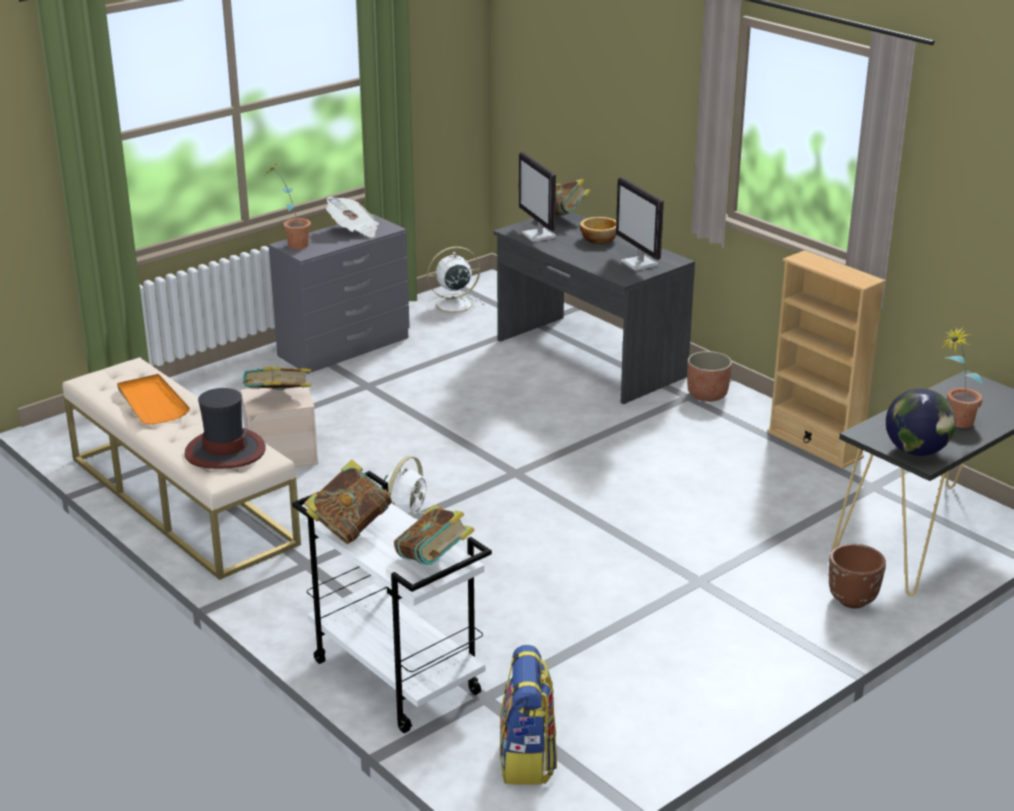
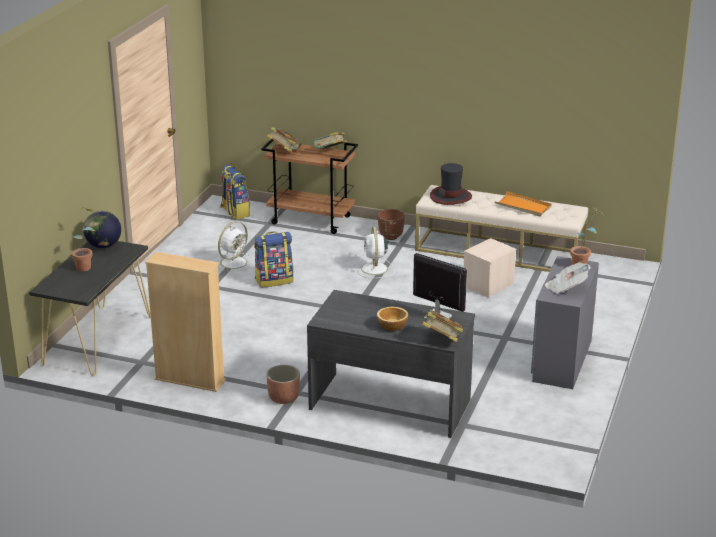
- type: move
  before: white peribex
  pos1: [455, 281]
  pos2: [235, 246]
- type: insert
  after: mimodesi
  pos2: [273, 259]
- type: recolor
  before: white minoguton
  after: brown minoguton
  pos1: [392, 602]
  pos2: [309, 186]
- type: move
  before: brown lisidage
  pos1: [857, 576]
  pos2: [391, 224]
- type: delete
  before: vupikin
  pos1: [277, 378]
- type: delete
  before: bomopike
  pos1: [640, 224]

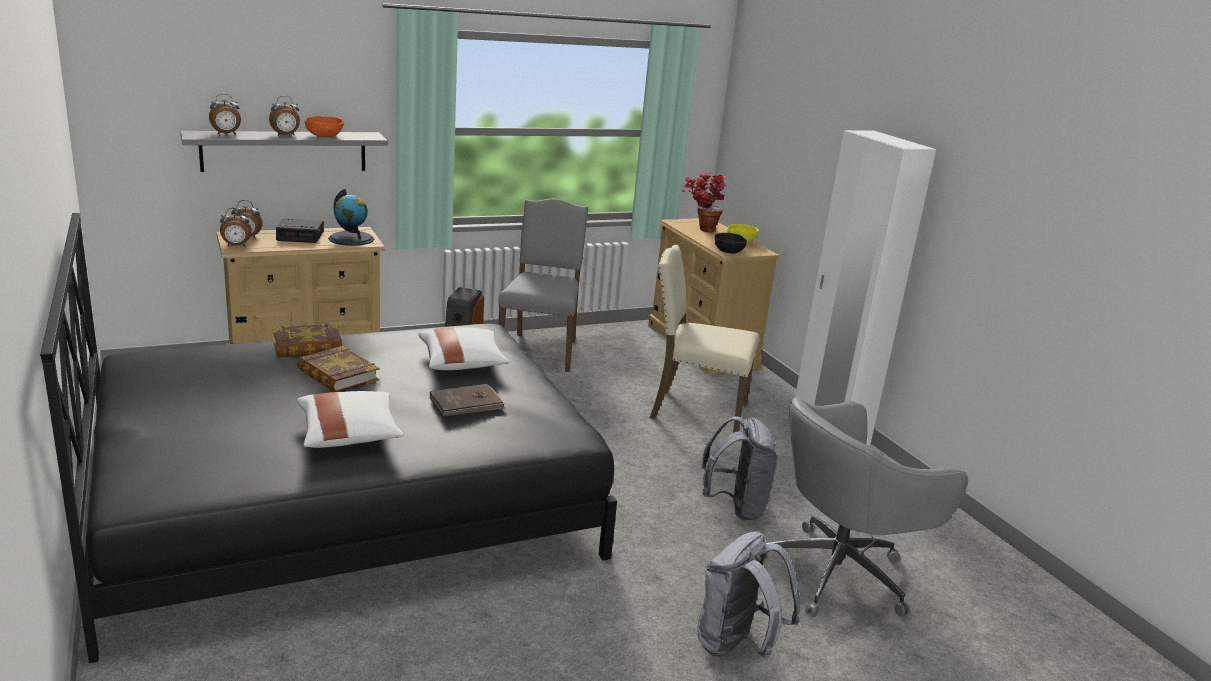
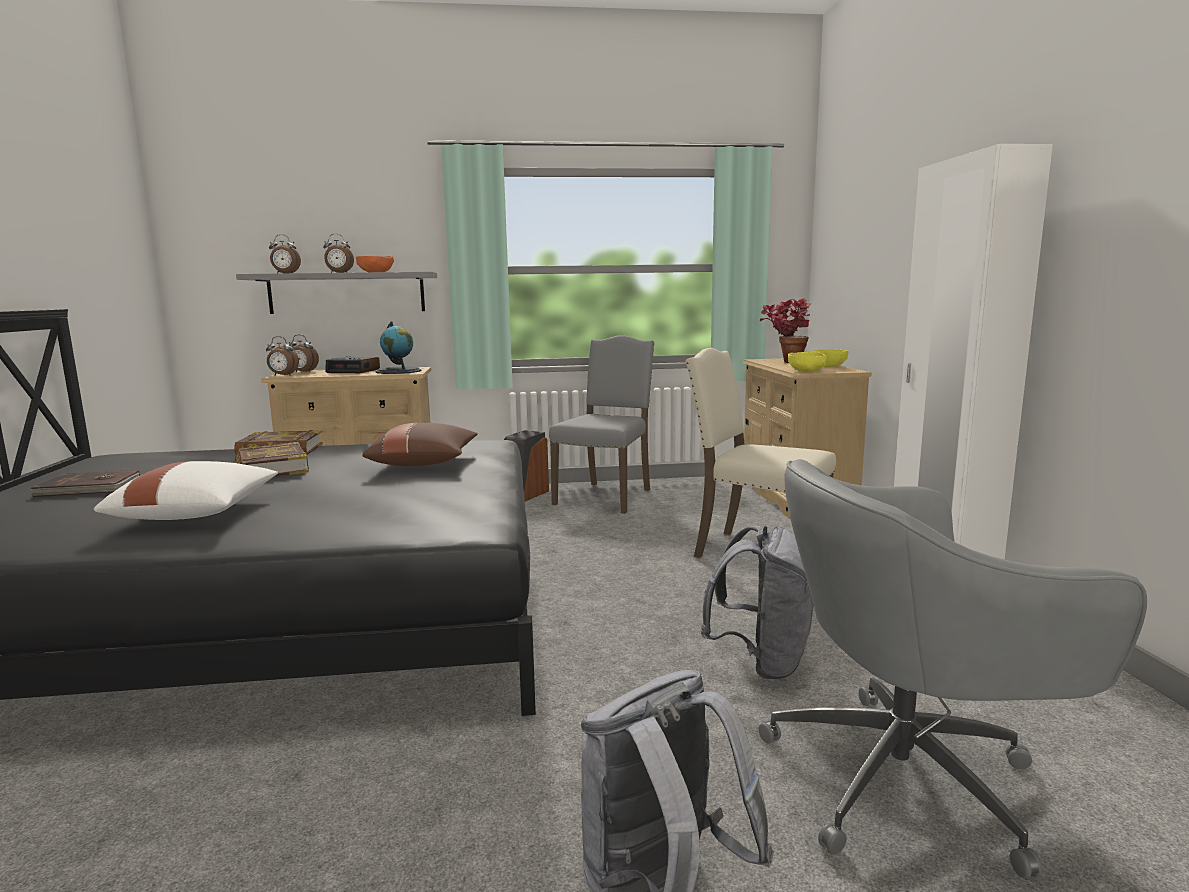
- type: move
  before: brown vupikin
  pos1: [467, 401]
  pos2: [85, 483]
- type: recolor
  before: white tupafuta
  after: brown tupafuta
  pos1: [464, 349]
  pos2: [420, 444]
- type: recolor
  before: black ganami
  after: yellow ganami
  pos1: [731, 243]
  pos2: [808, 362]

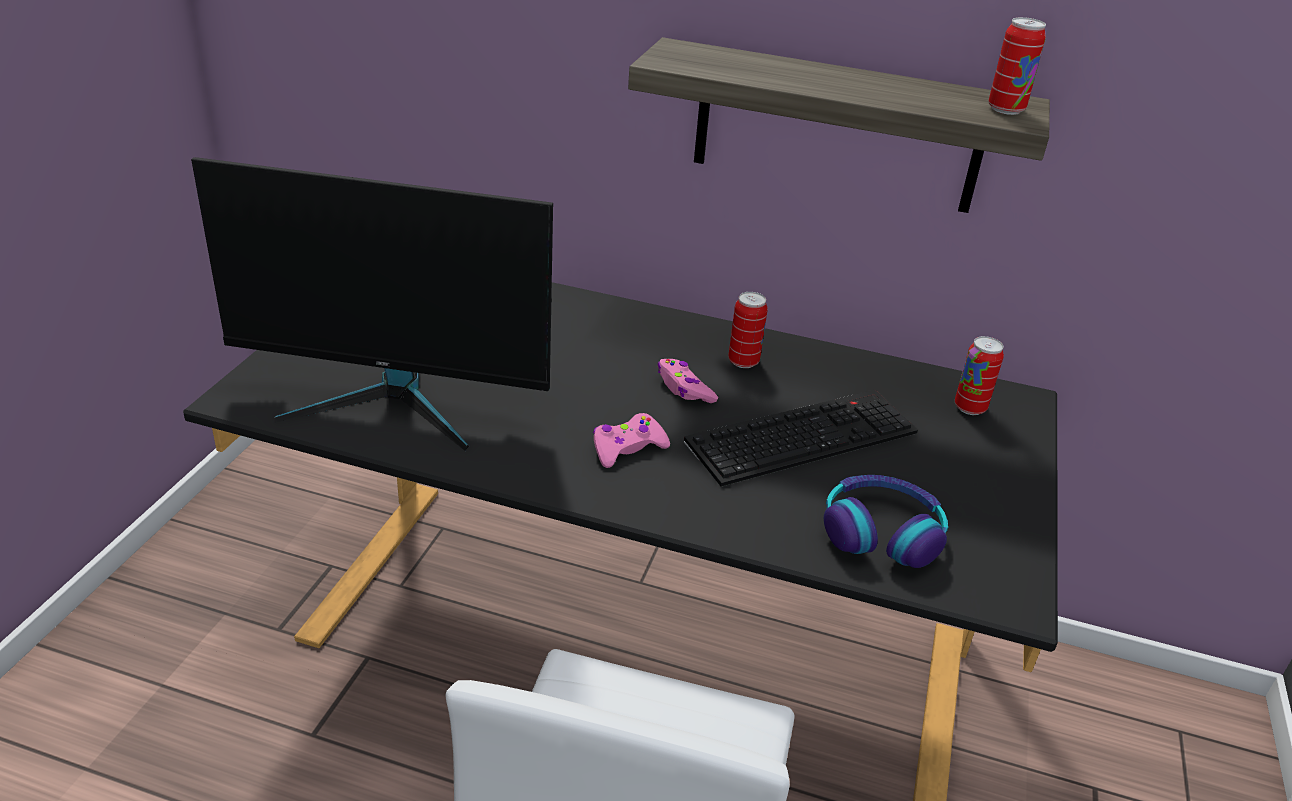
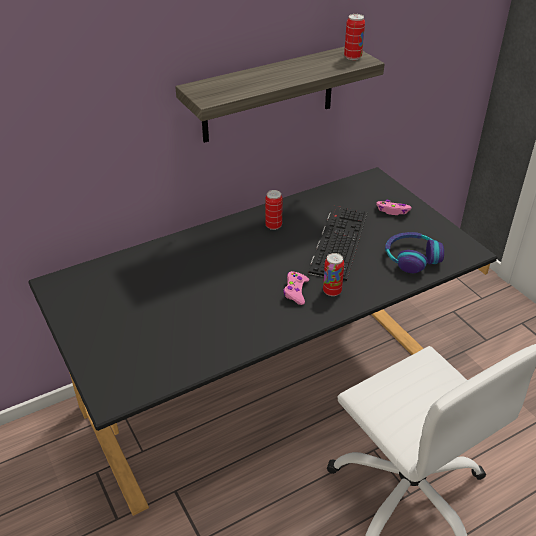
- type: move
  before: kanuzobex
  pos1: [979, 375]
  pos2: [333, 274]
- type: move
  before: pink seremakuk
  pos1: [687, 381]
  pos2: [394, 207]
- type: delete
  before: bomopike
  pos1: [372, 304]

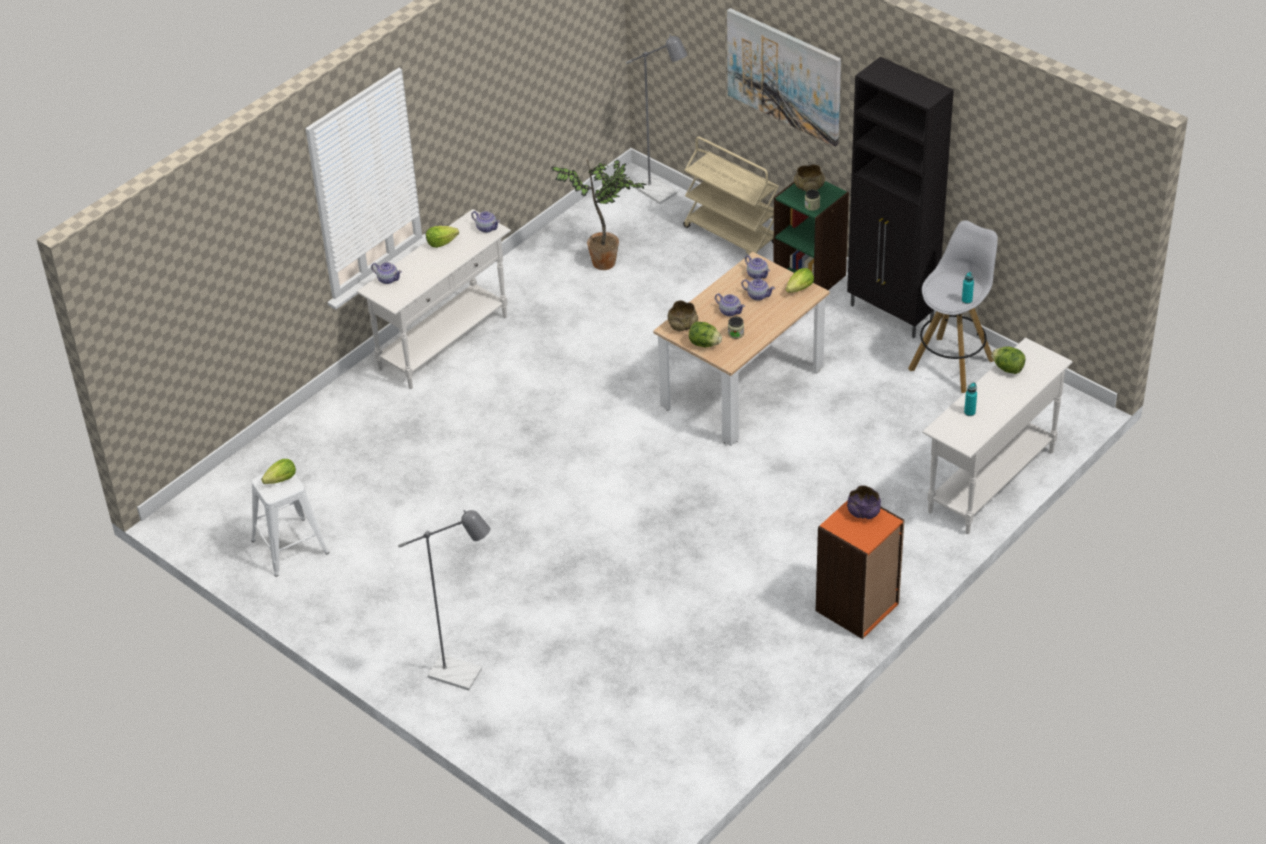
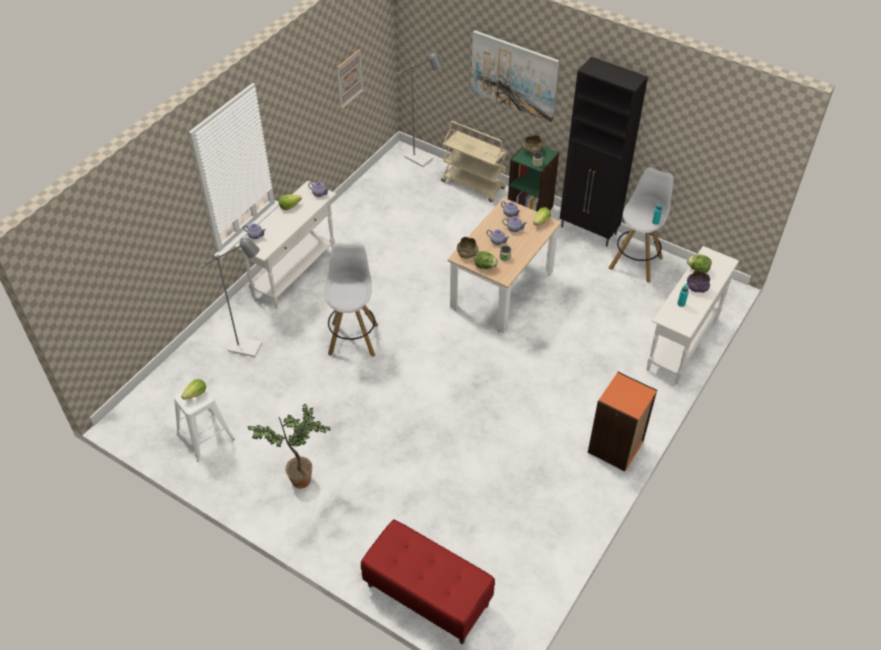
- type: move
  before: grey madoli
  pos1: [444, 600]
  pos2: [230, 297]
- type: move
  before: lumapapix
  pos1: [598, 215]
  pos2: [289, 446]
- type: insert
  after: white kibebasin
  pos2: [351, 300]
- type: insert
  after: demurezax
  pos2: [350, 79]
- type: insert
  after: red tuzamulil
  pos2: [428, 581]
- type: move
  before: purple ganami
  pos1: [864, 502]
  pos2: [698, 281]

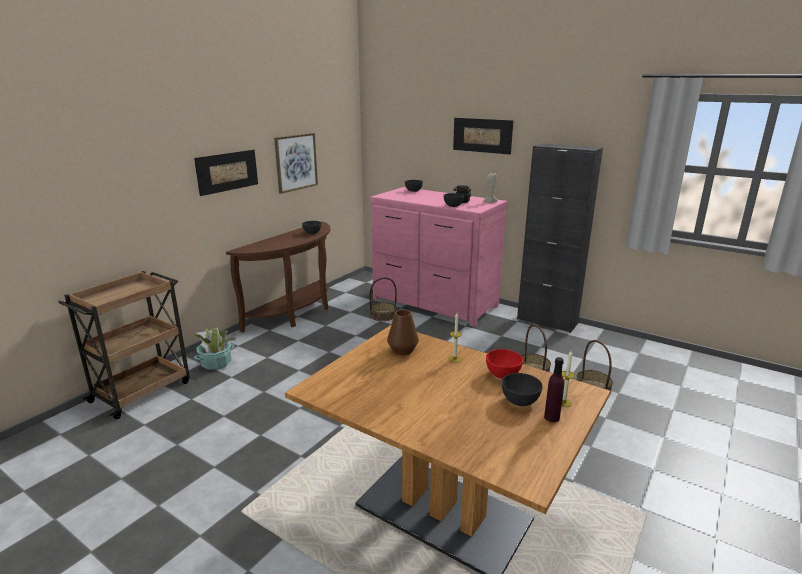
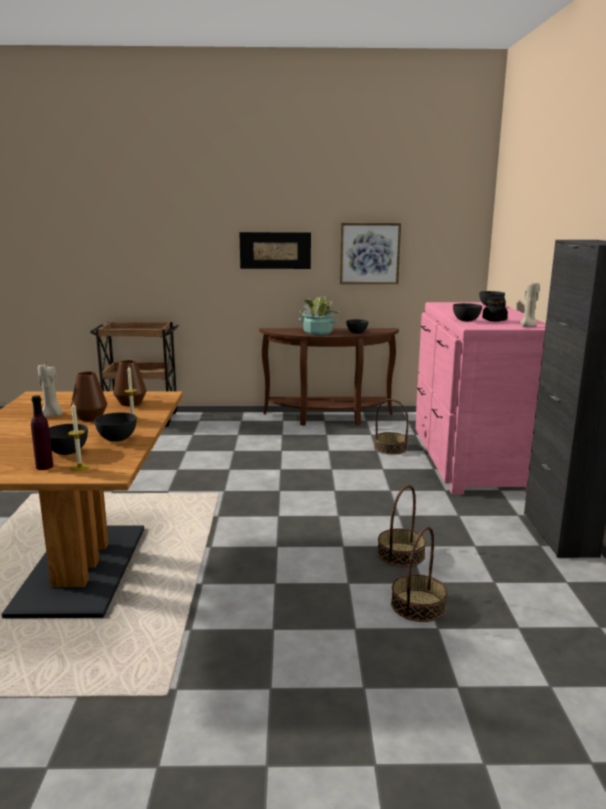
- type: insert
  after: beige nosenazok
  pos2: [50, 390]
- type: insert
  after: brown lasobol
  pos2: [89, 396]
- type: recolor
  before: red ganami
  after: grey ganami
  pos1: [504, 364]
  pos2: [115, 427]
- type: move
  before: lumapapix
  pos1: [214, 349]
  pos2: [320, 316]
- type: delete
  before: demurezax
  pos1: [483, 136]

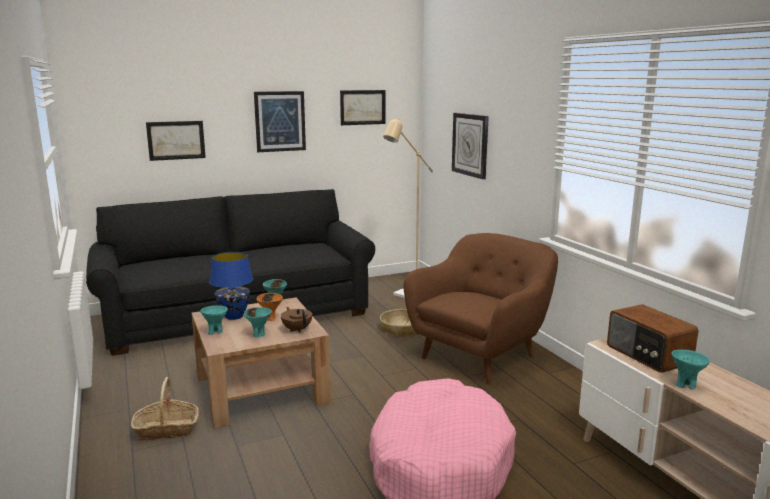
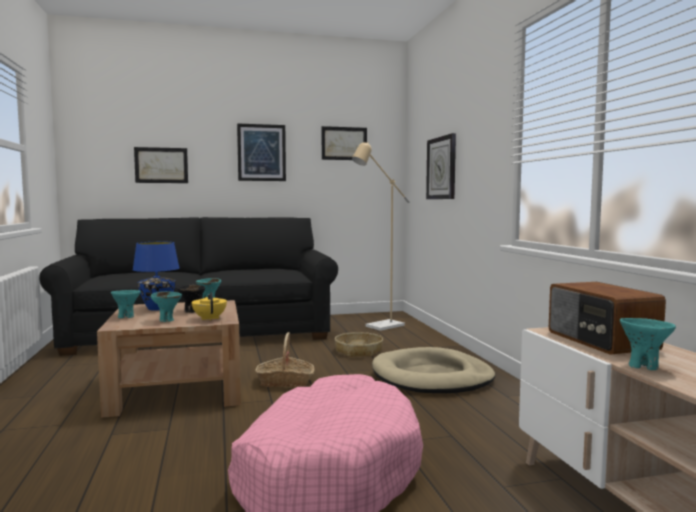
- type: recolor
  before: orange ganami
  after: black ganami
  pos1: [270, 307]
  pos2: [191, 298]
- type: recolor
  before: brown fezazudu
  after: yellow fezazudu
  pos1: [296, 320]
  pos2: [209, 306]
- type: move
  before: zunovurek
  pos1: [165, 409]
  pos2: [285, 359]
- type: replace
  before: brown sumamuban
  after: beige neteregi
  pos1: [480, 309]
  pos2: [433, 370]

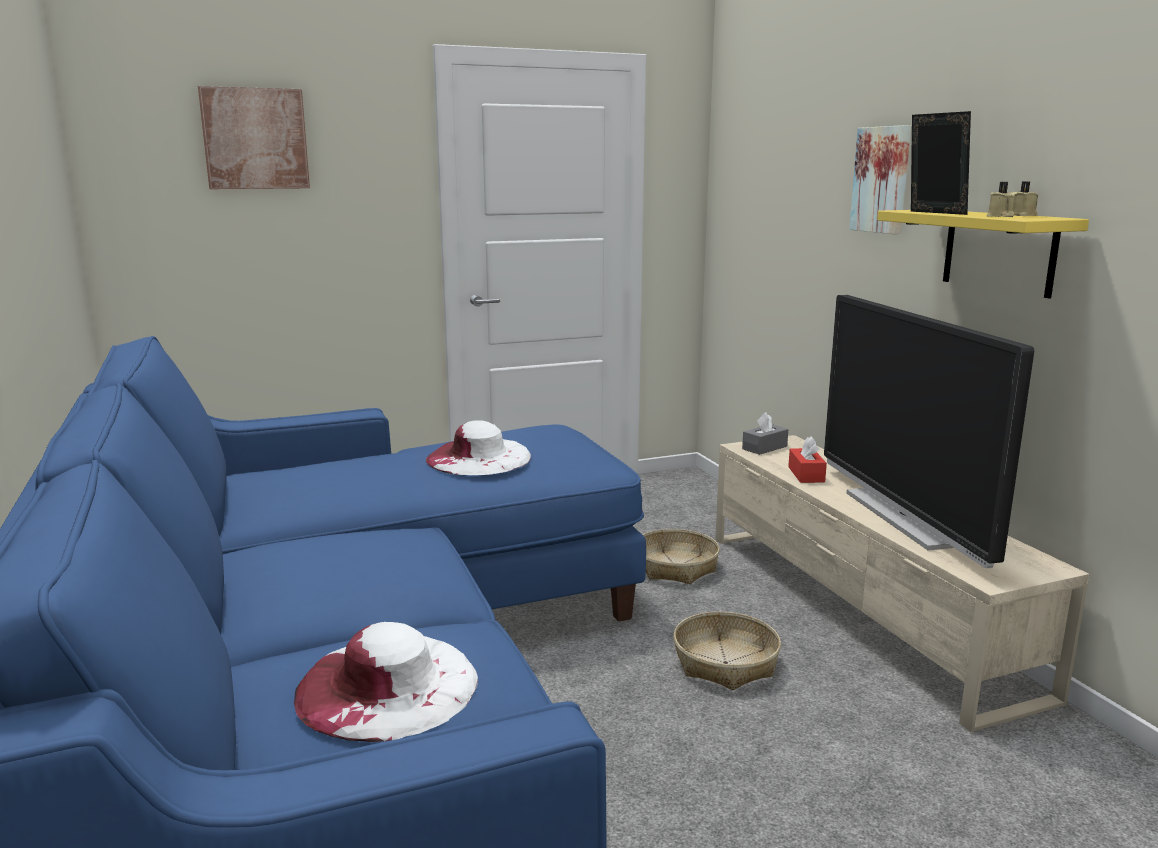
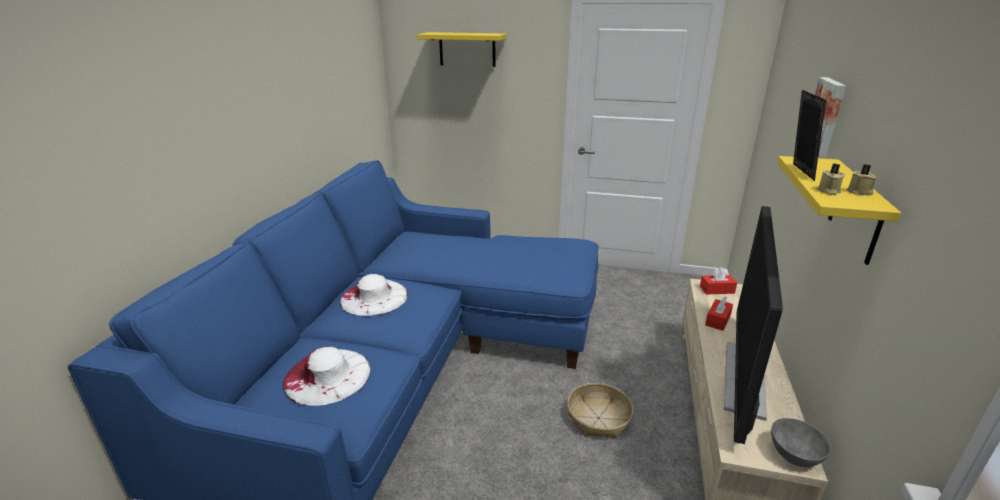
- type: move
  before: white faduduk
  pos1: [478, 447]
  pos2: [374, 295]
- type: replace
  before: demurezax
  after: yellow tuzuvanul
  pos1: [254, 137]
  pos2: [462, 49]
- type: recolor
  before: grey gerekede
  after: red gerekede
  pos1: [765, 433]
  pos2: [718, 280]
- type: insert
  after: grey ganami
  pos2: [801, 442]
- type: delete
  before: zunovurek
  pos1: [681, 556]

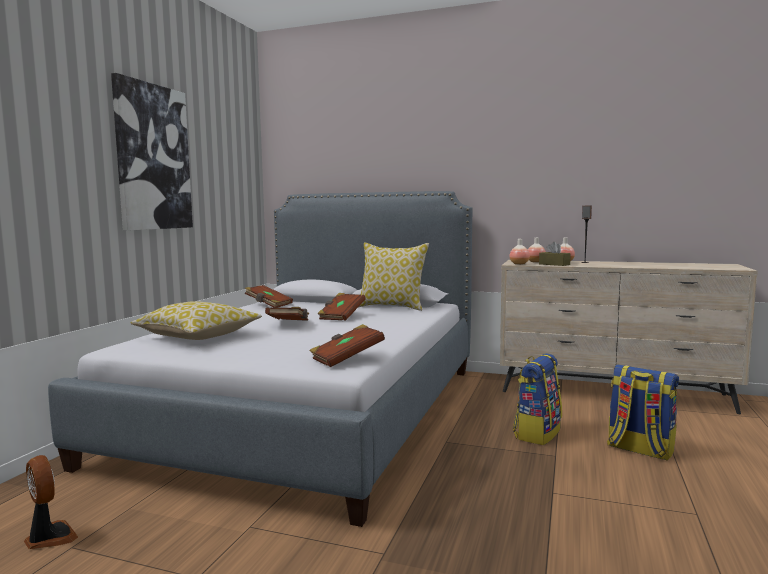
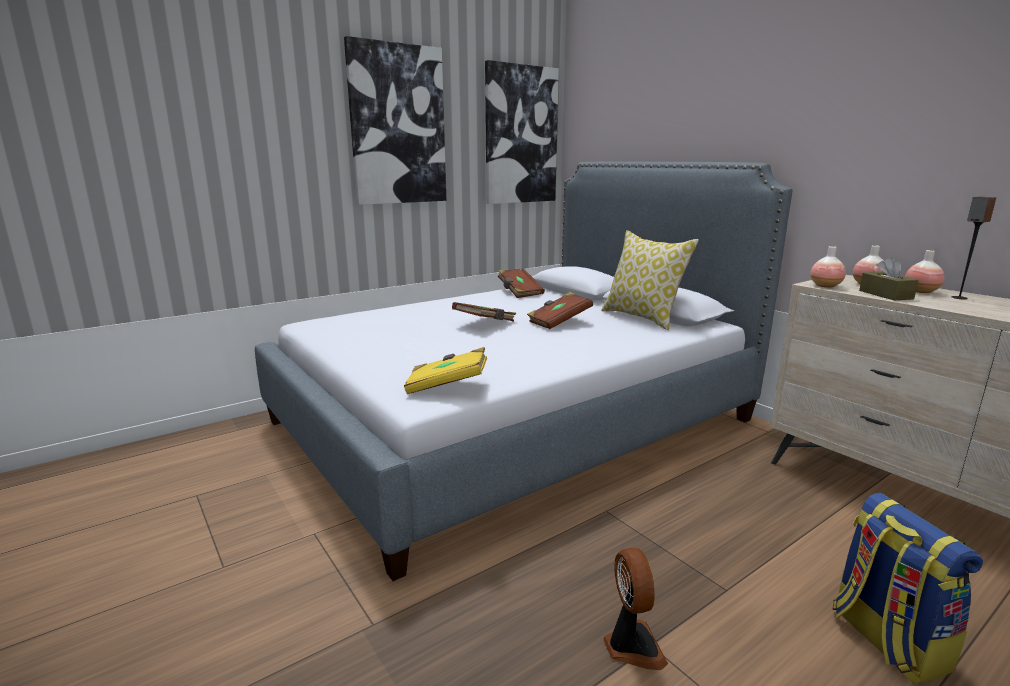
- type: recolor
  before: brown vupikin
  after: yellow vupikin
  pos1: [347, 345]
  pos2: [445, 370]
- type: insert
  after: demurezax
  pos2: [522, 132]
- type: move
  before: peribex
  pos1: [51, 502]
  pos2: [635, 609]
- type: delete
  before: tupafuta
  pos1: [196, 320]
- type: delete
  before: mimodesi
  pos1: [537, 399]

